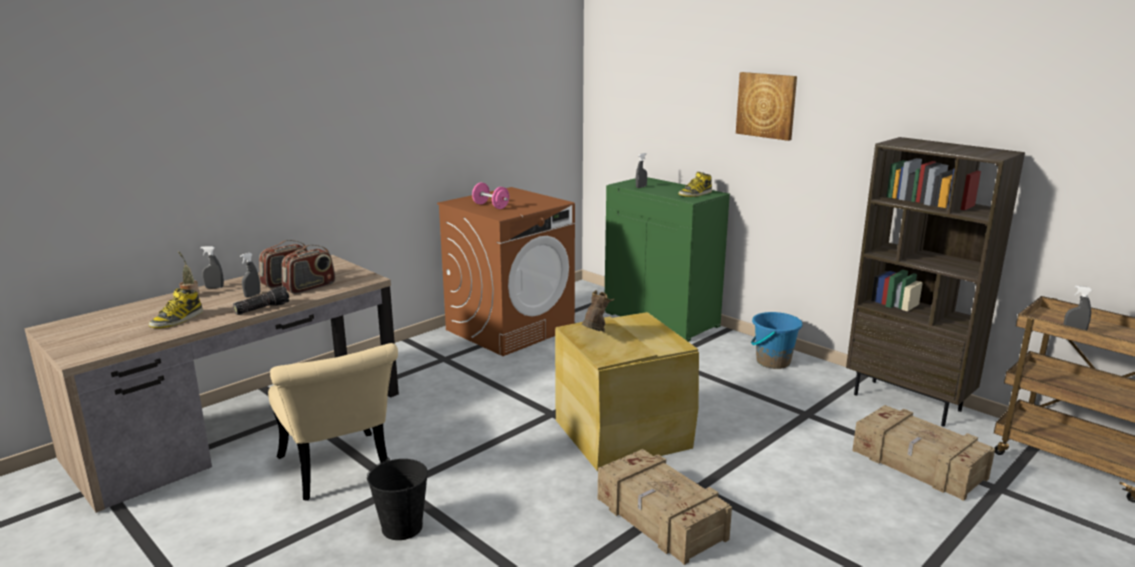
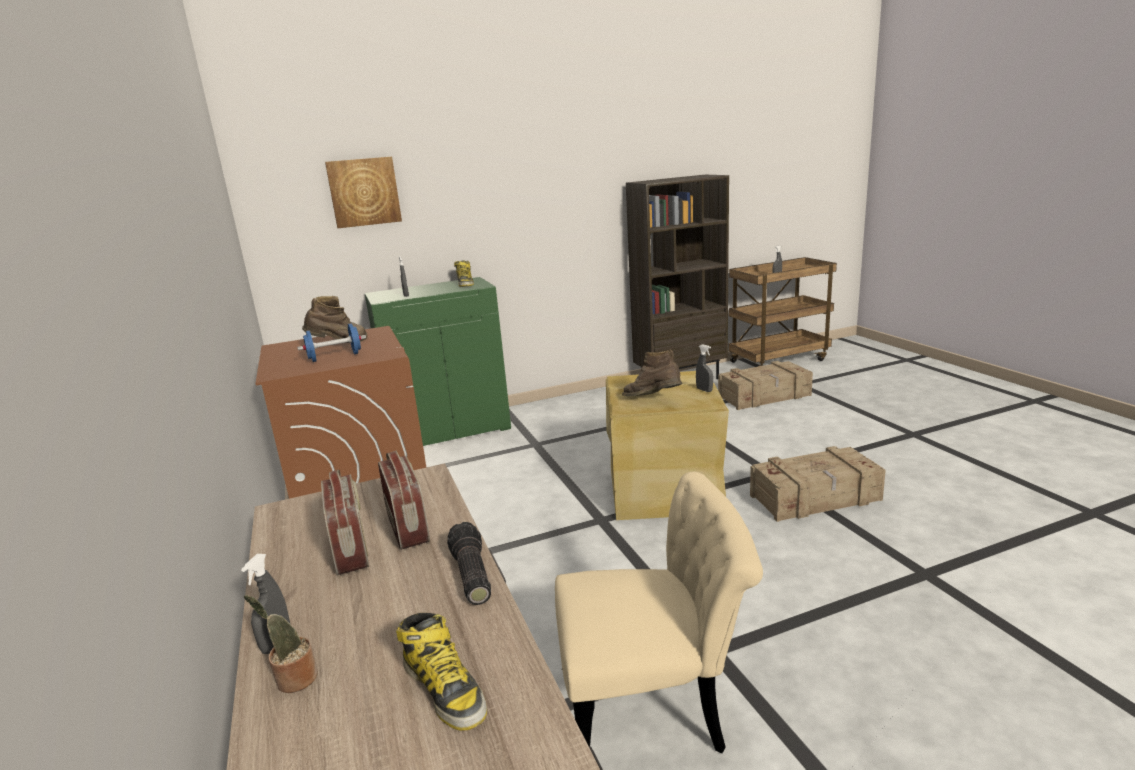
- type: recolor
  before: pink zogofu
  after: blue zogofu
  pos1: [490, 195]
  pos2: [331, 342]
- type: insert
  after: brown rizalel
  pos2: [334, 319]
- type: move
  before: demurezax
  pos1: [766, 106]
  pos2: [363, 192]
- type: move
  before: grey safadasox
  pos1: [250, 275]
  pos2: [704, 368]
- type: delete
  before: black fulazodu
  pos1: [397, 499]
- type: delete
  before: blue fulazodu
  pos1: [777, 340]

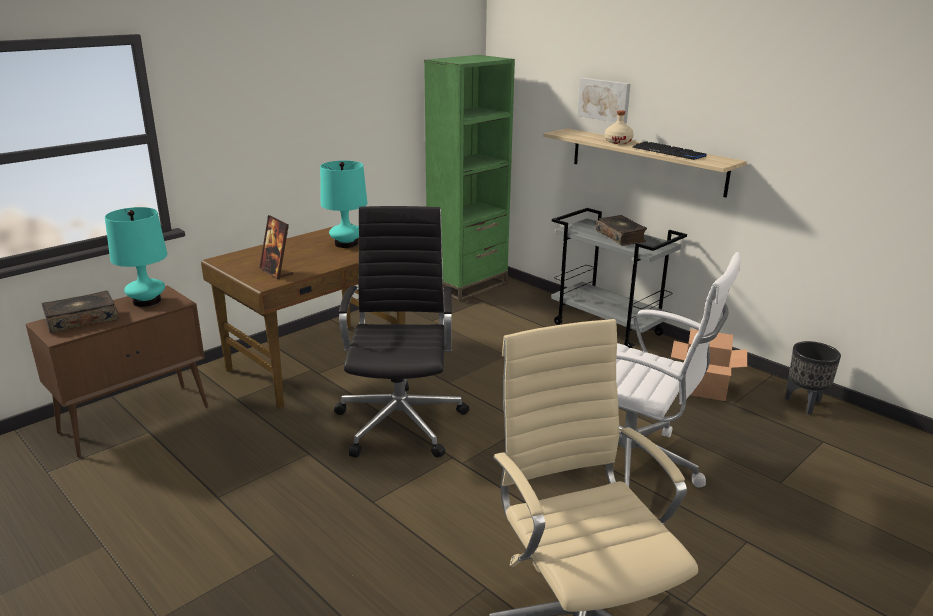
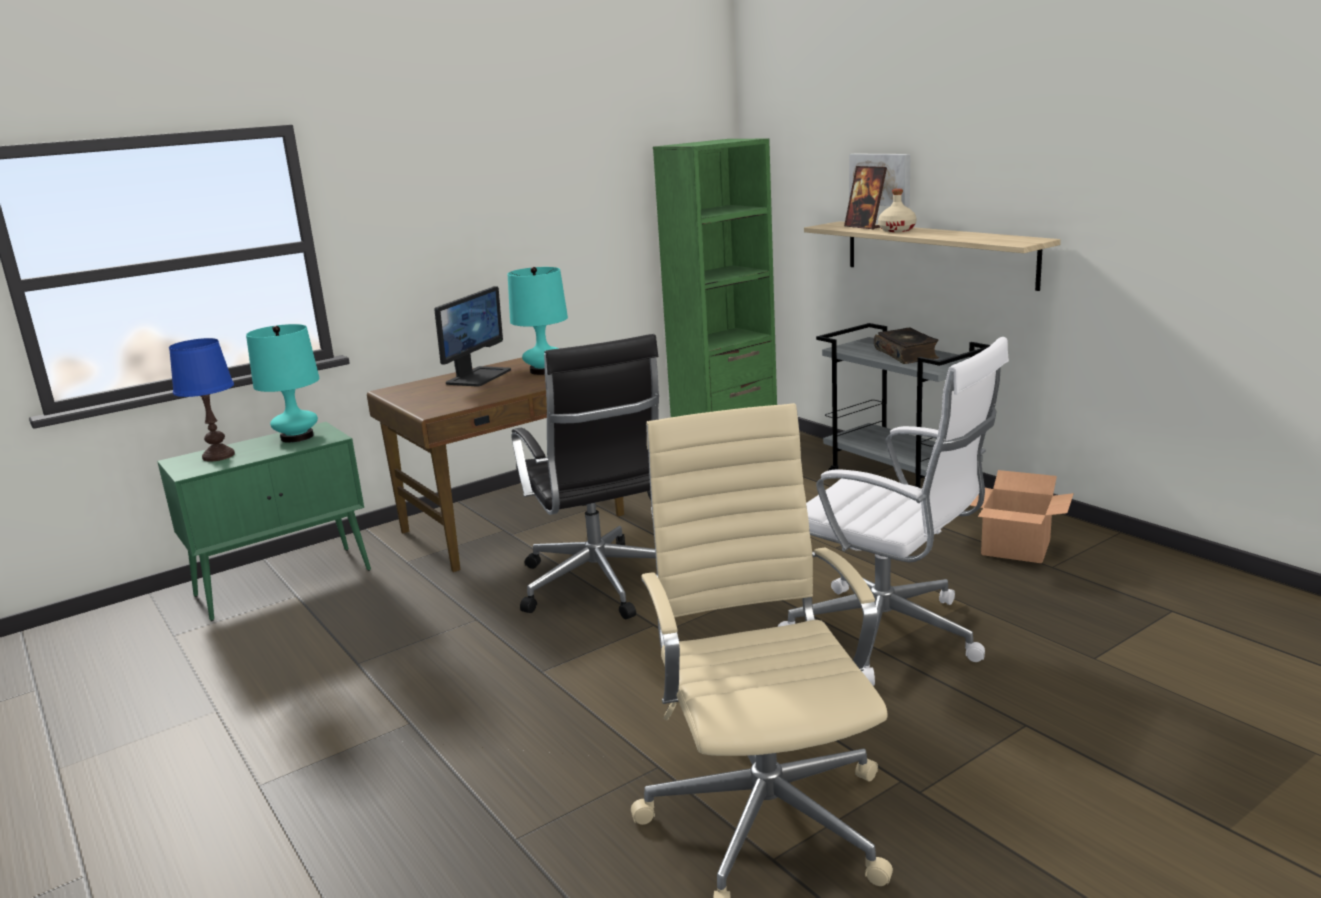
- type: recolor
  before: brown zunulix
  after: green zunulix
  pos1: [117, 371]
  pos2: [264, 521]
- type: replace
  before: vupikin
  after: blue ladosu
  pos1: [80, 312]
  pos2: [202, 400]
- type: insert
  after: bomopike
  pos2: [472, 336]
- type: rotate
  before: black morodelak
  pos1: [401, 332]
  pos2: [585, 476]
  turn: 150
- type: move
  before: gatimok
  pos1: [276, 247]
  pos2: [865, 197]
- type: delete
  before: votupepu
  pos1: [669, 150]
- type: delete
  before: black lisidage
  pos1: [813, 378]

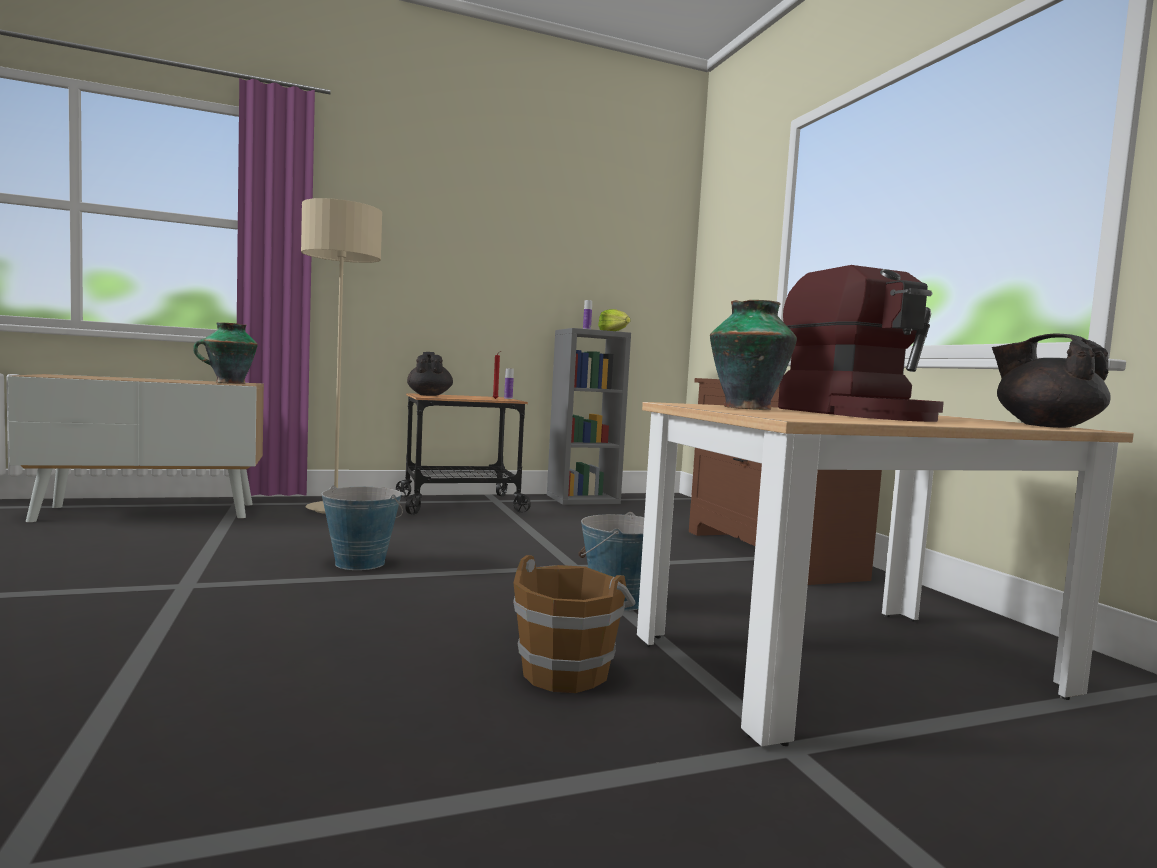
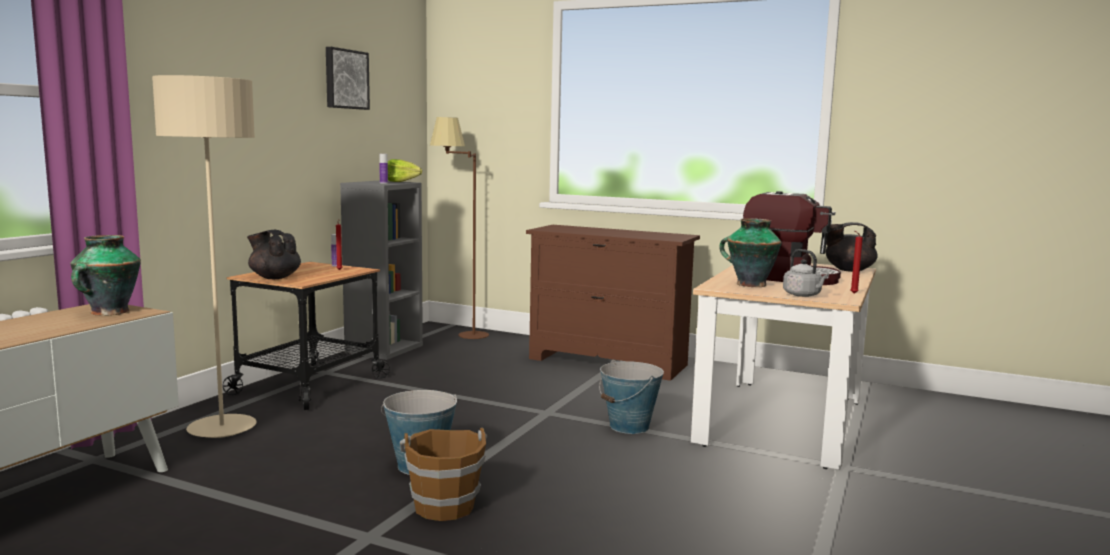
- type: insert
  after: demurezax
  pos2: [348, 78]
- type: move
  before: brown fulazodu
  pos1: [574, 624]
  pos2: [443, 474]
- type: insert
  after: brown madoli
  pos2: [459, 228]
- type: insert
  after: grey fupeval
  pos2: [806, 273]
- type: insert
  after: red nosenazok
  pos2: [856, 262]

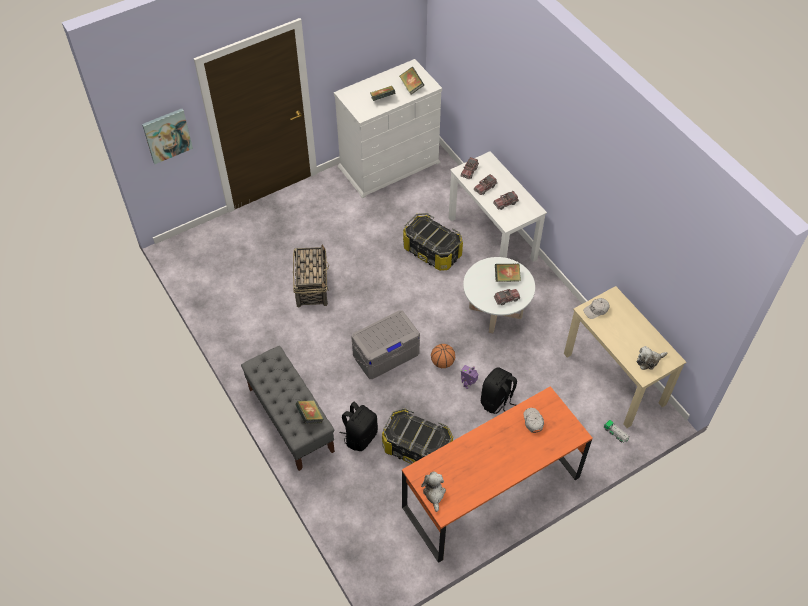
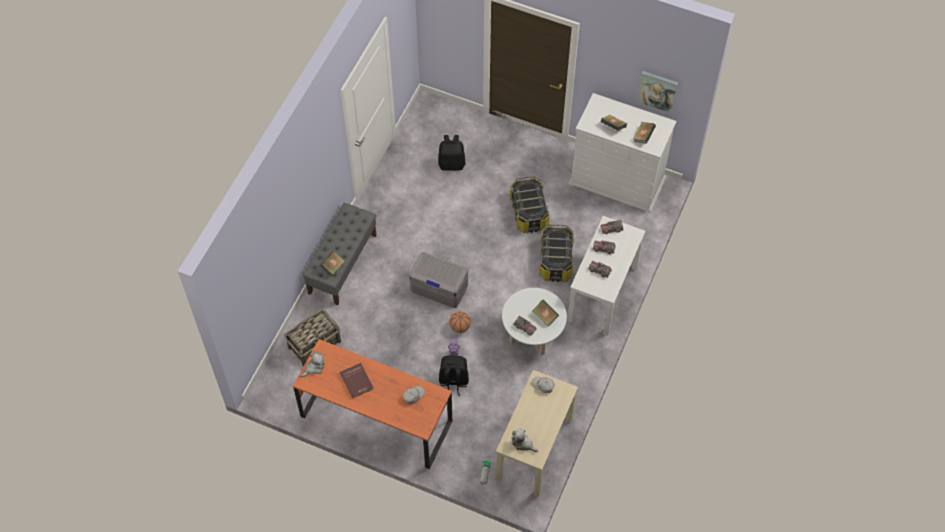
- type: move
  before: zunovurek
  pos1: [311, 275]
  pos2: [312, 338]
- type: insert
  after: red vupikin
  pos2: [356, 380]
- type: move
  before: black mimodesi
  pos1: [359, 426]
  pos2: [451, 153]
- type: move
  before: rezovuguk
  pos1: [417, 436]
  pos2: [530, 204]
- type: move
  before: demurezax
  pos1: [167, 136]
  pos2: [657, 92]

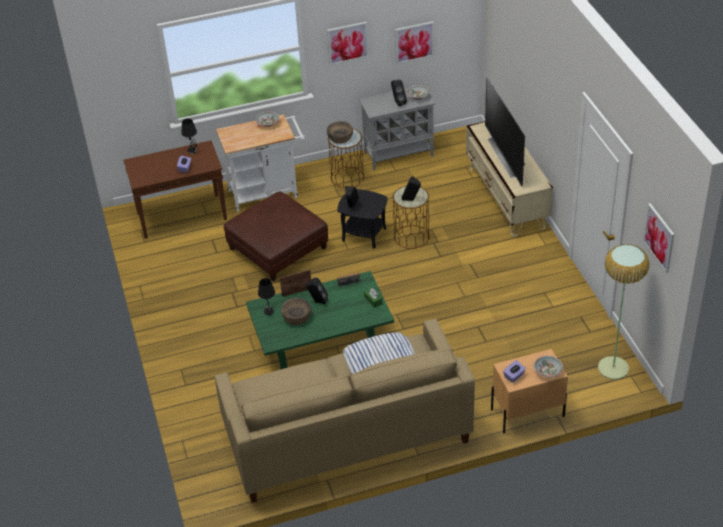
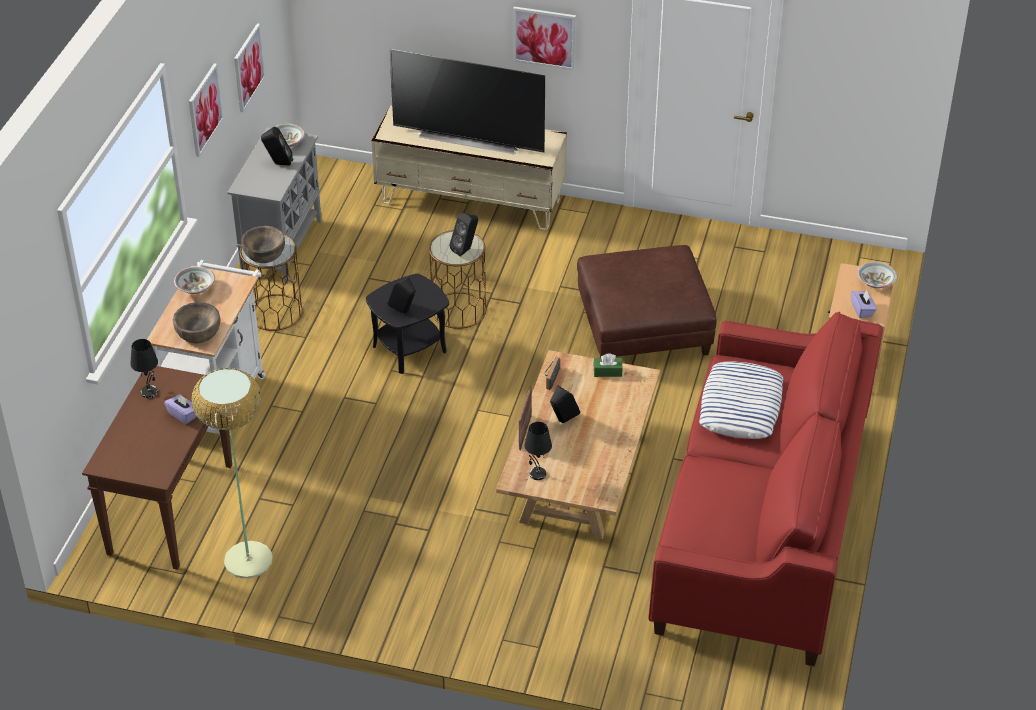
- type: move
  before: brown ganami
  pos1: [296, 311]
  pos2: [197, 322]
- type: move
  before: madoli
  pos1: [624, 312]
  pos2: [231, 473]
- type: recolor
  before: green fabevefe
  after: beige fabevefe
  pos1: [320, 320]
  pos2: [578, 444]
- type: move
  before: demurezax
  pos1: [658, 238]
  pos2: [544, 38]
- type: move
  before: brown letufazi
  pos1: [276, 236]
  pos2: [647, 301]
- type: recolor
  before: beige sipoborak
  after: red sipoborak
  pos1: [344, 410]
  pos2: [765, 489]

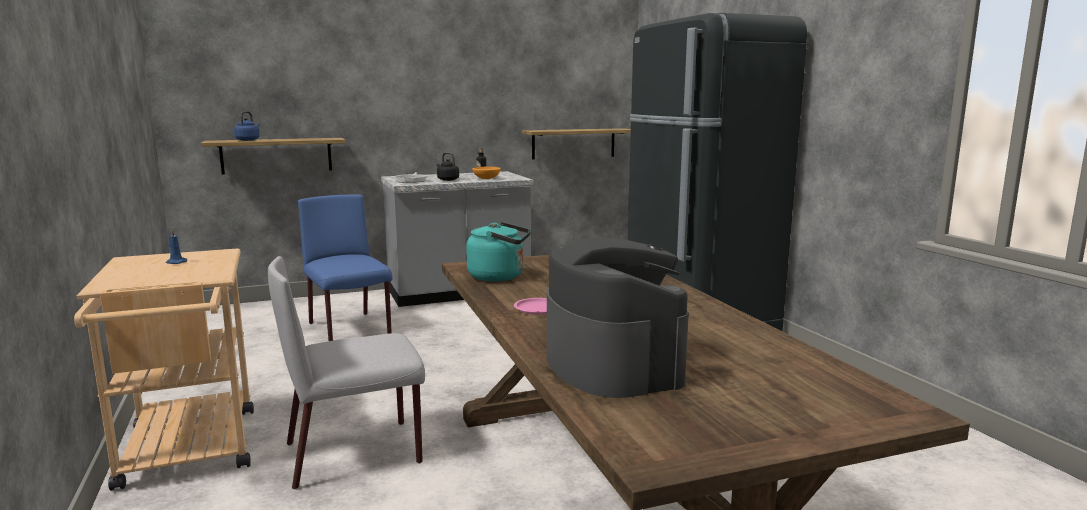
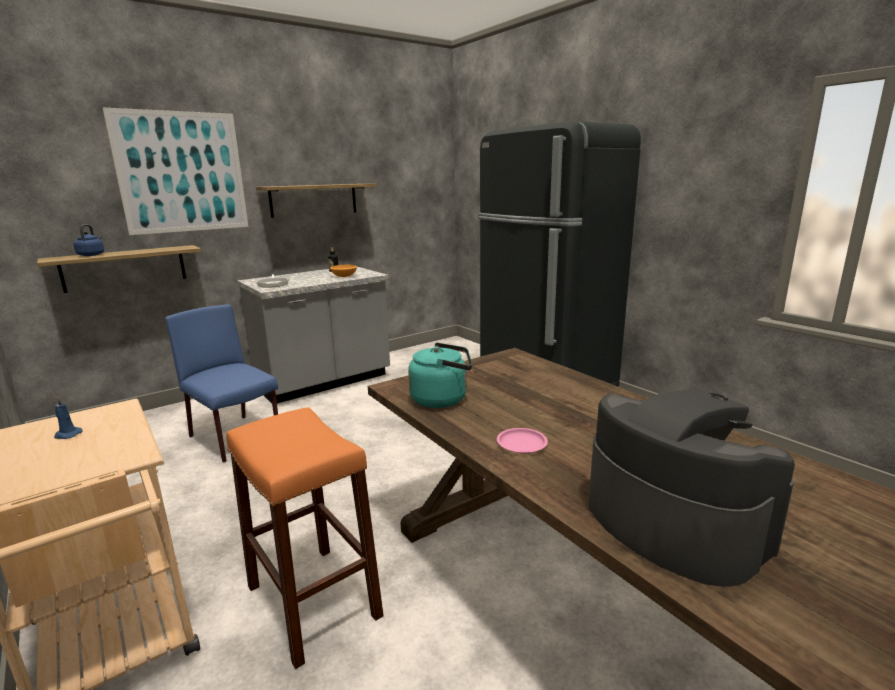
- type: insert
  after: demurezax
  pos2: [175, 171]
- type: replace
  before: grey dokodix
  after: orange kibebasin
  pos1: [346, 372]
  pos2: [305, 538]
- type: move
  before: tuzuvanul
  pos1: [576, 144]
  pos2: [316, 201]
- type: delete
  before: black fupeval
  pos1: [448, 166]

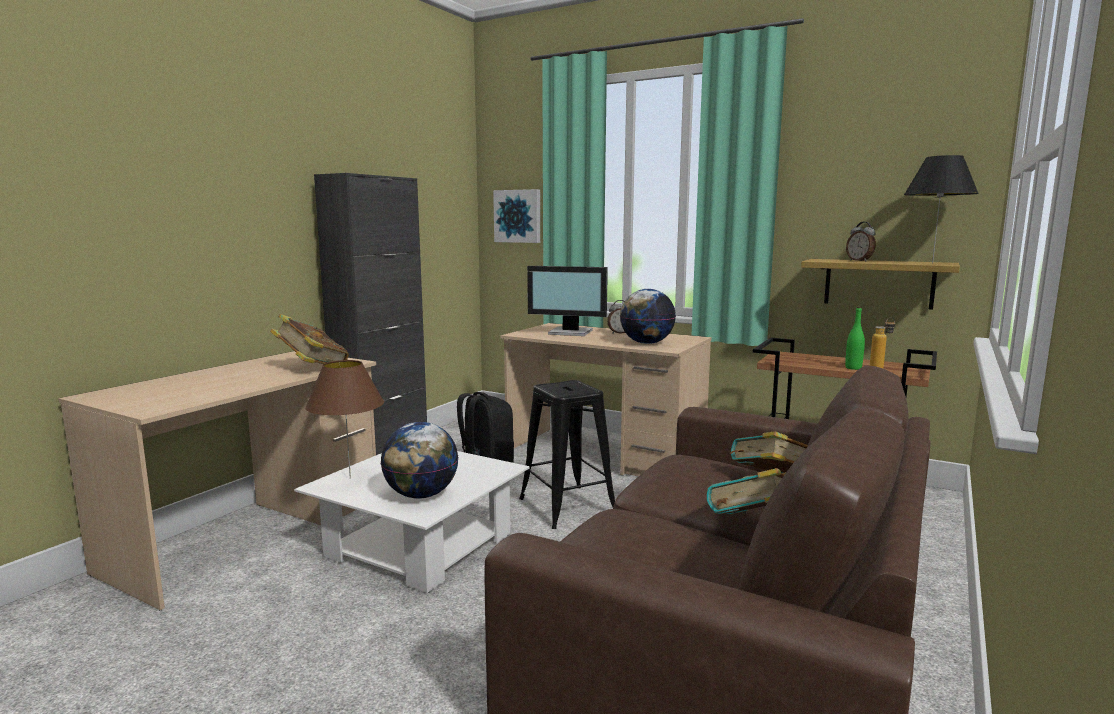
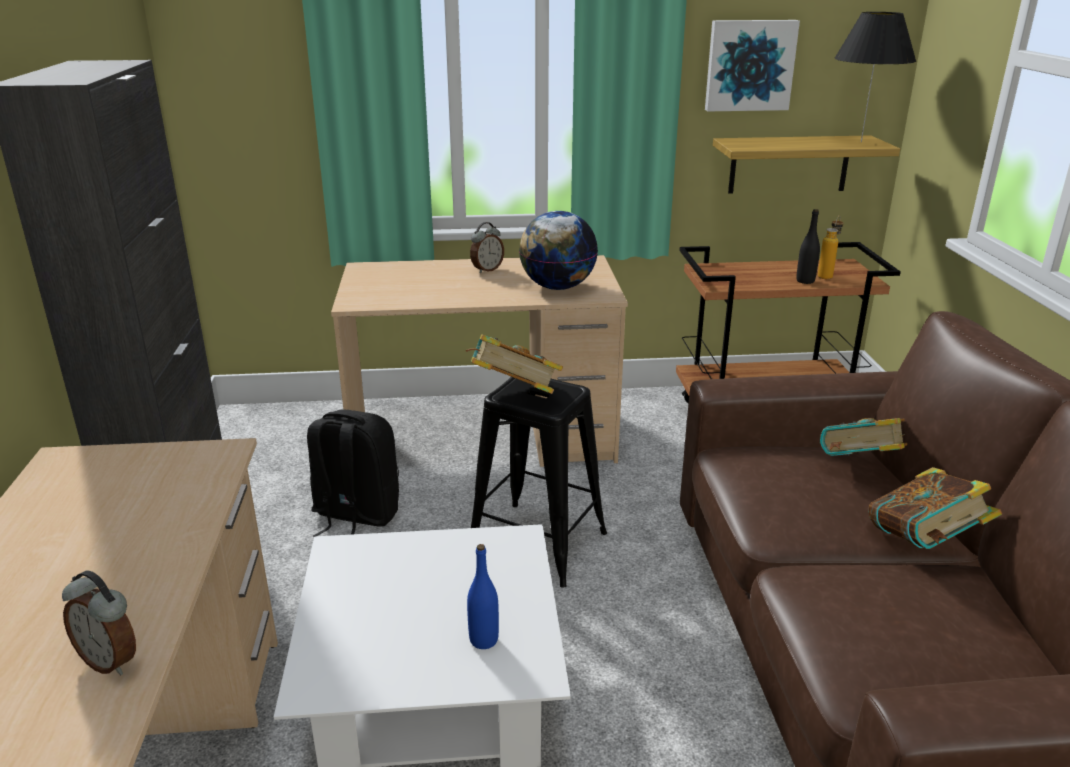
- type: move
  before: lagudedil
  pos1: [861, 241]
  pos2: [99, 623]
- type: move
  before: vupikin
  pos1: [309, 339]
  pos2: [514, 364]
- type: replace
  before: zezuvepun
  after: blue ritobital
  pos1: [420, 460]
  pos2: [483, 596]
- type: move
  before: demurezax
  pos1: [516, 216]
  pos2: [752, 65]
- type: recolor
  before: green ritobital
  after: black ritobital
  pos1: [855, 338]
  pos2: [808, 246]
- type: delete
  before: brown ladosu
  pos1: [344, 419]
- type: delete
  before: bomopike
  pos1: [567, 301]

